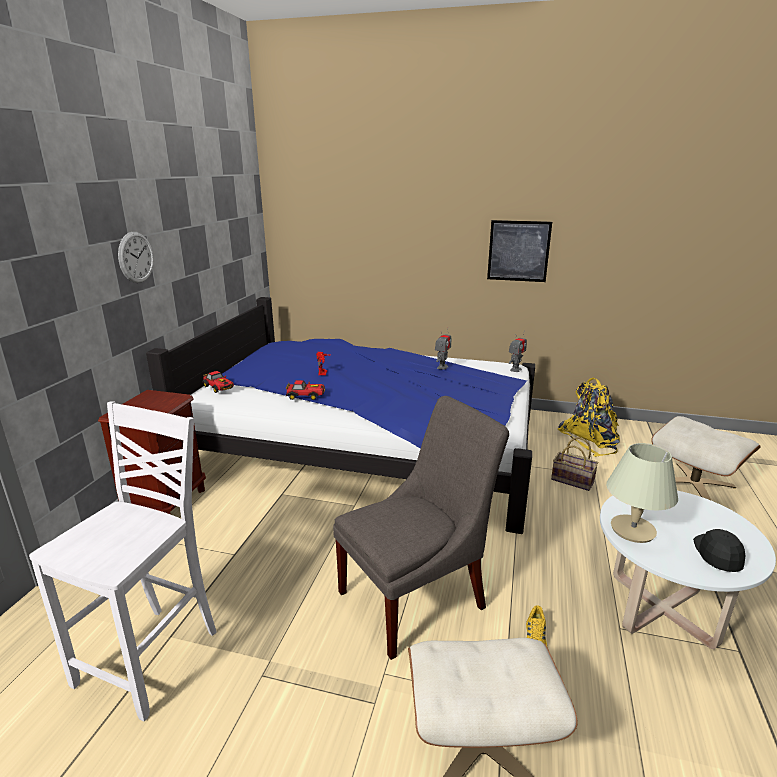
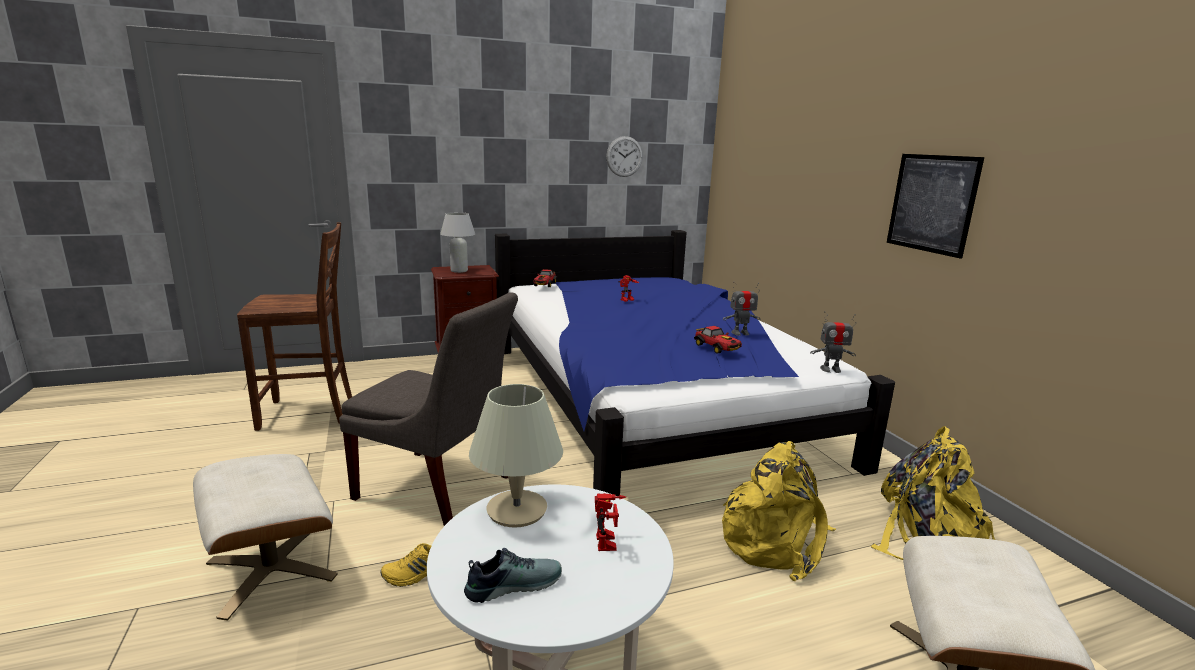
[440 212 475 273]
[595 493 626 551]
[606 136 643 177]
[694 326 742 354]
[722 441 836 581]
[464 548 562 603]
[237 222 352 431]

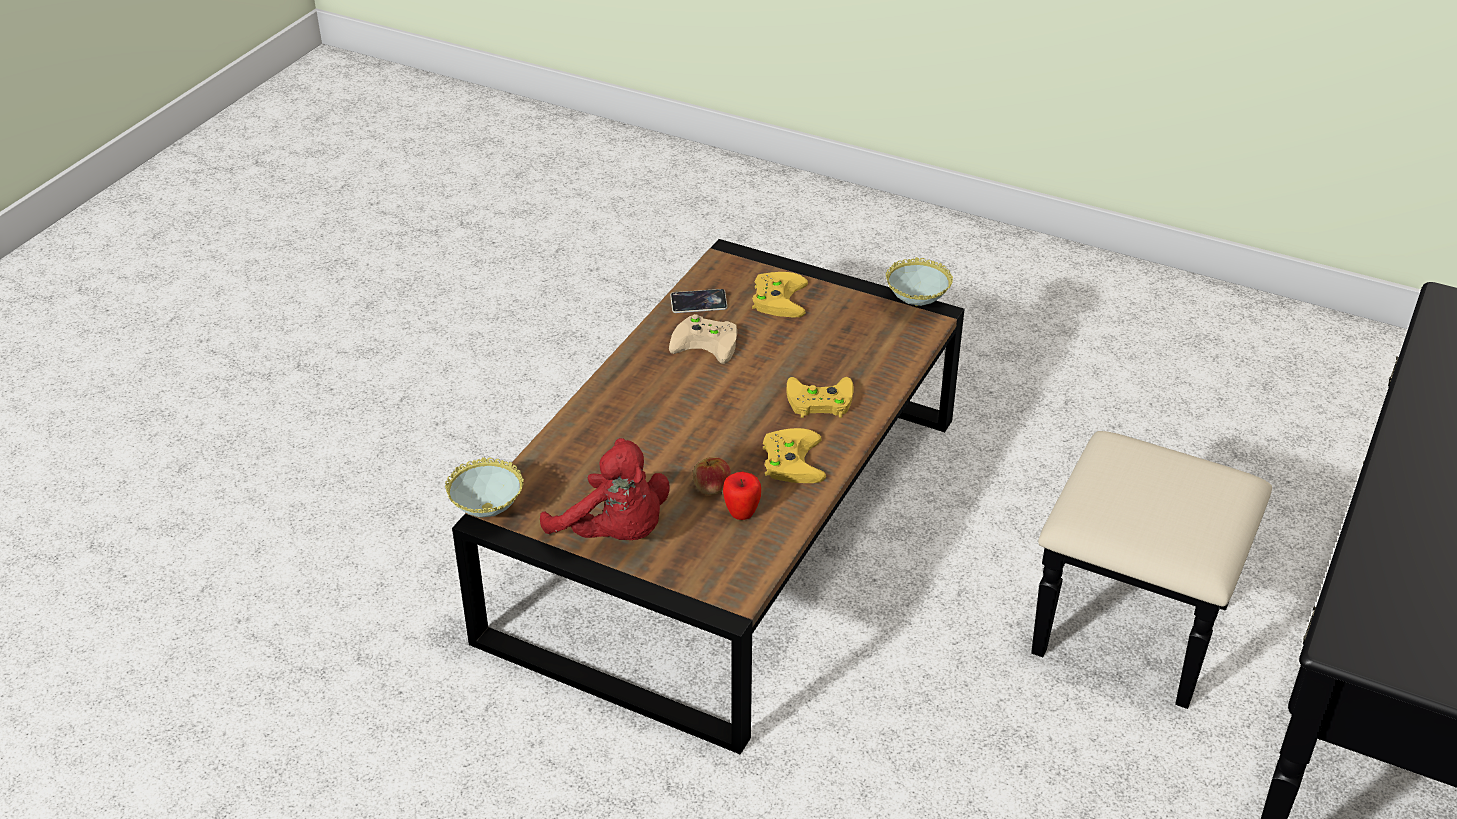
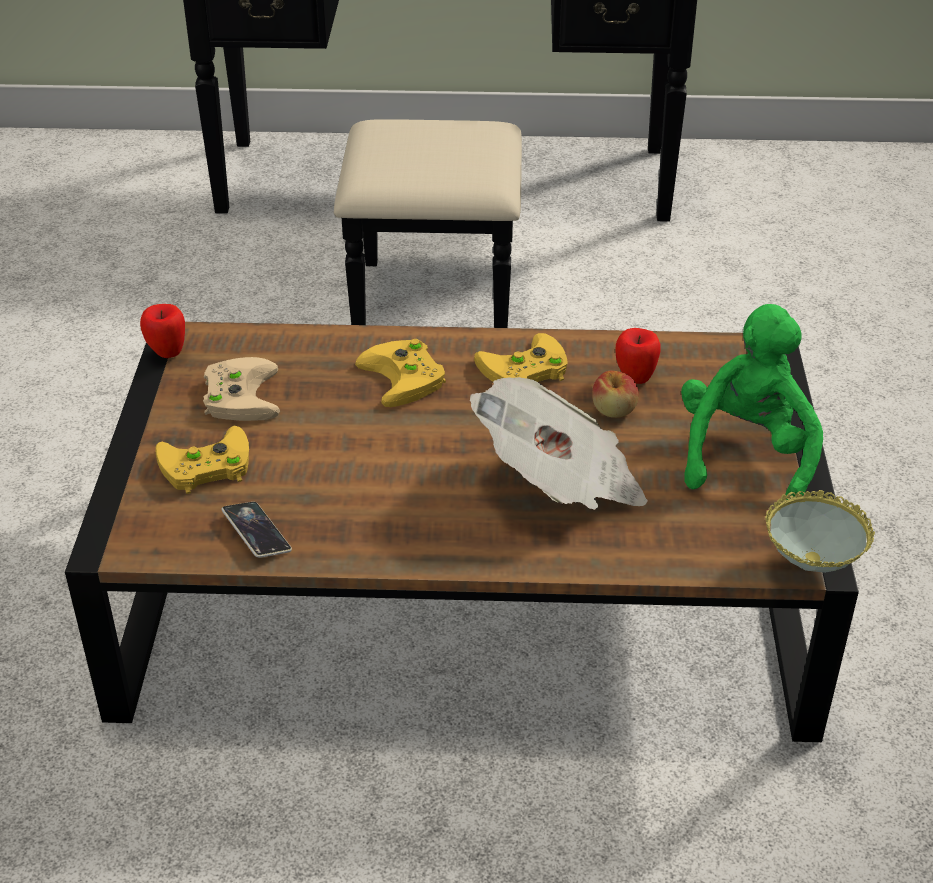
[470 377 648 510]
[203 357 280 421]
[140 304 185 358]
[681 304 823 501]

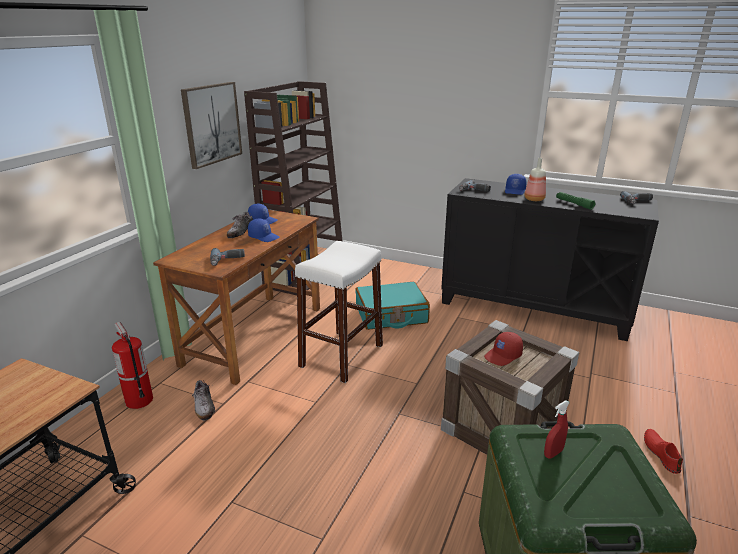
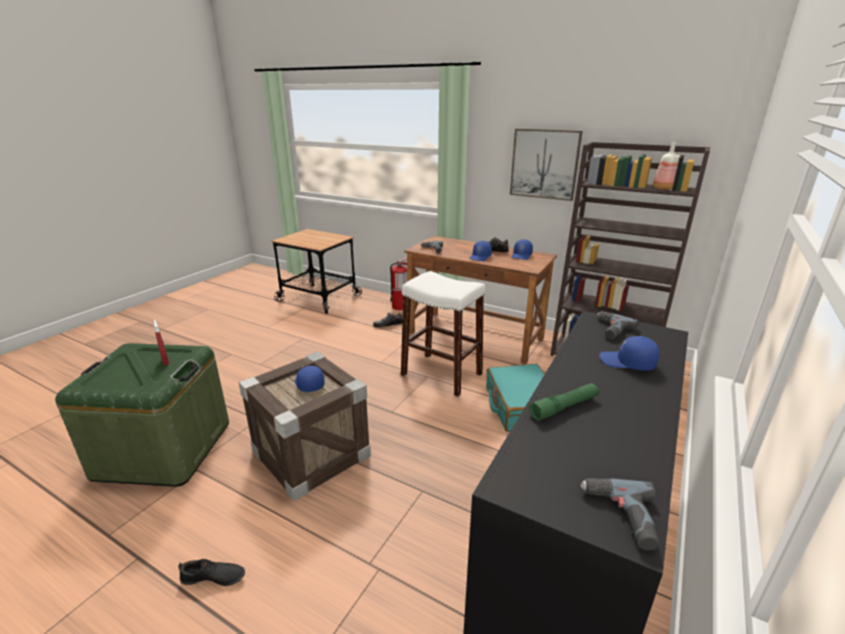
[653 142 679 190]
[295 366 325 392]
[178 559 245 586]

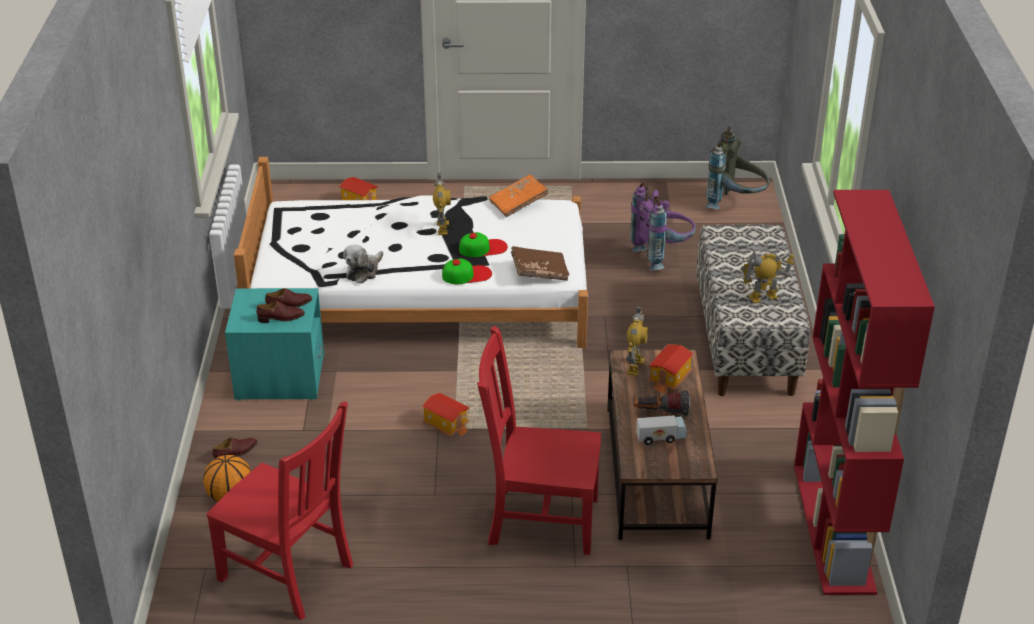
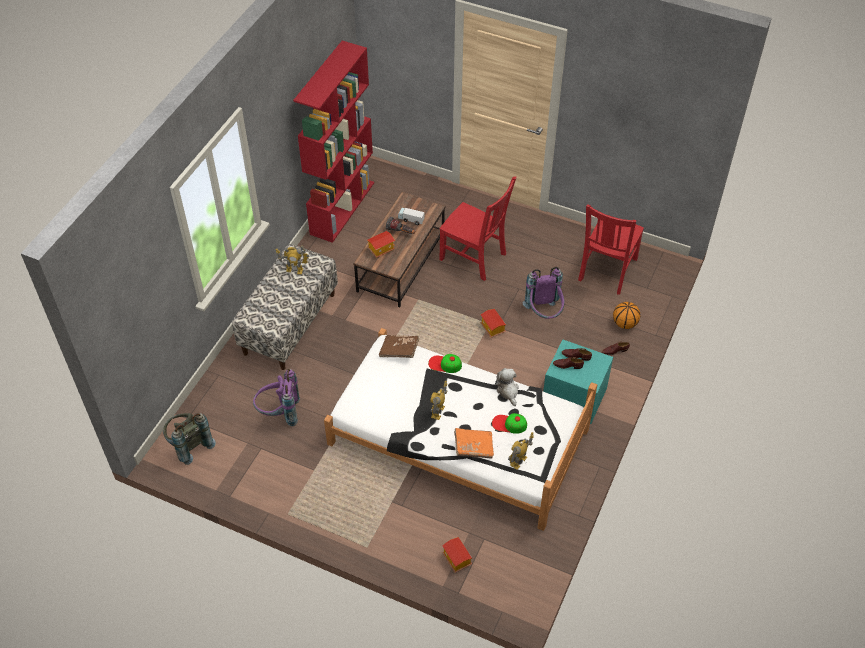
[523 267 565 319]
[492 413 527 434]
[454 428 494 458]
[508 432 534 470]
[578 204 644 295]
[495 368 519 406]

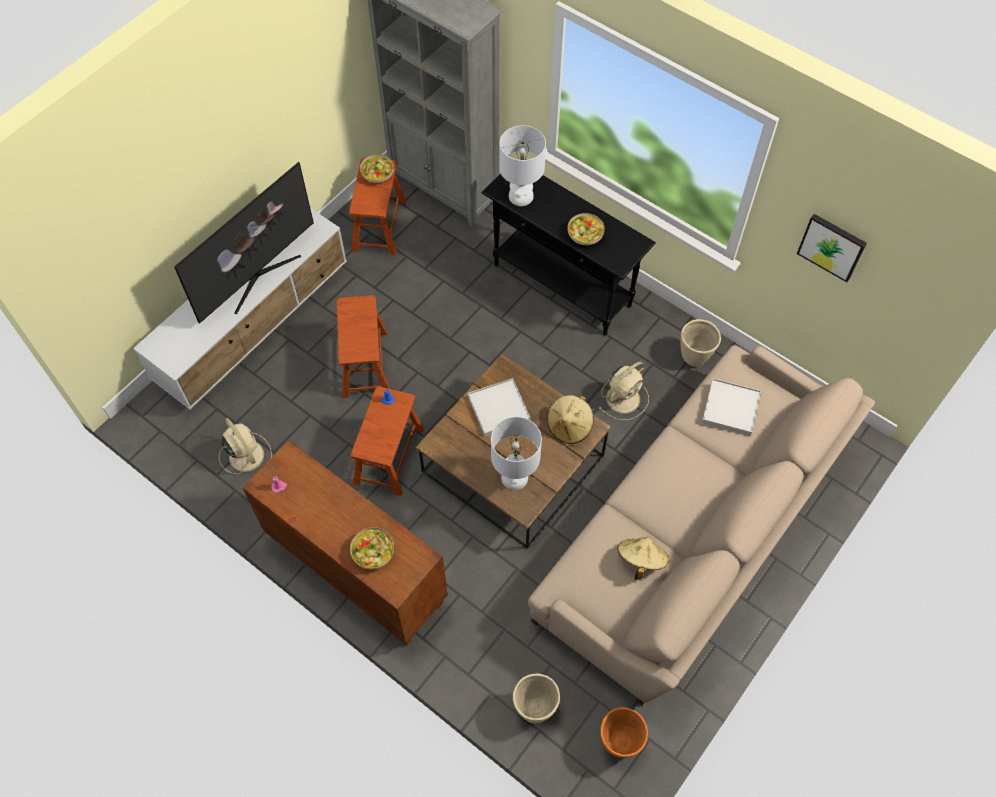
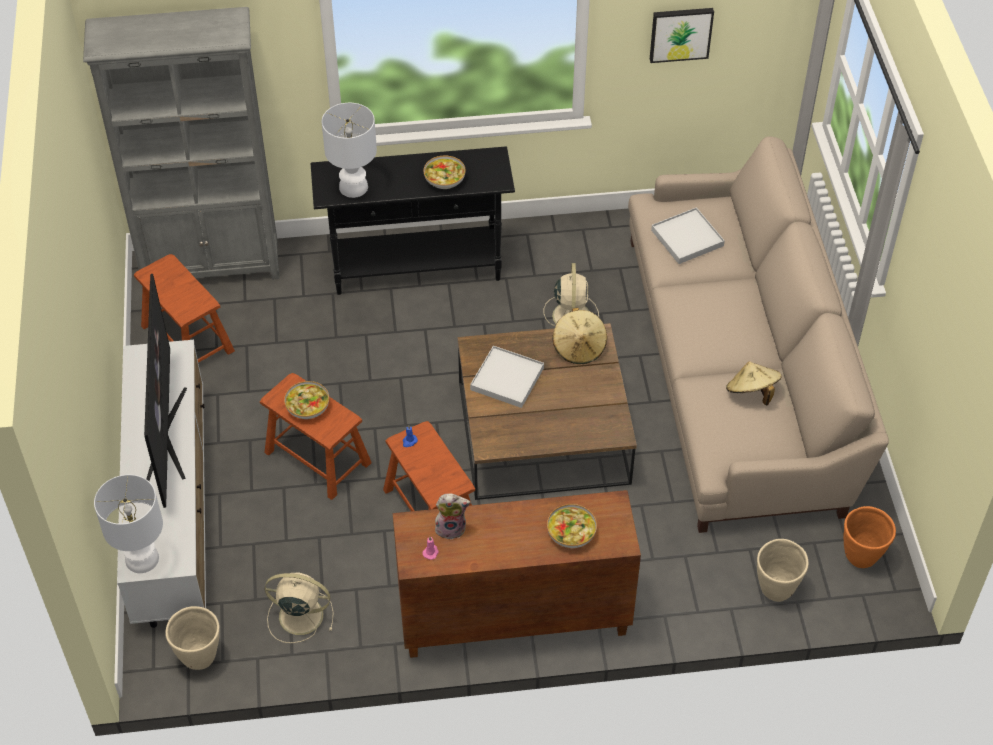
[435 494 471 540]
[284 381 329 419]
[94 474 163 573]
[165 606 220 670]

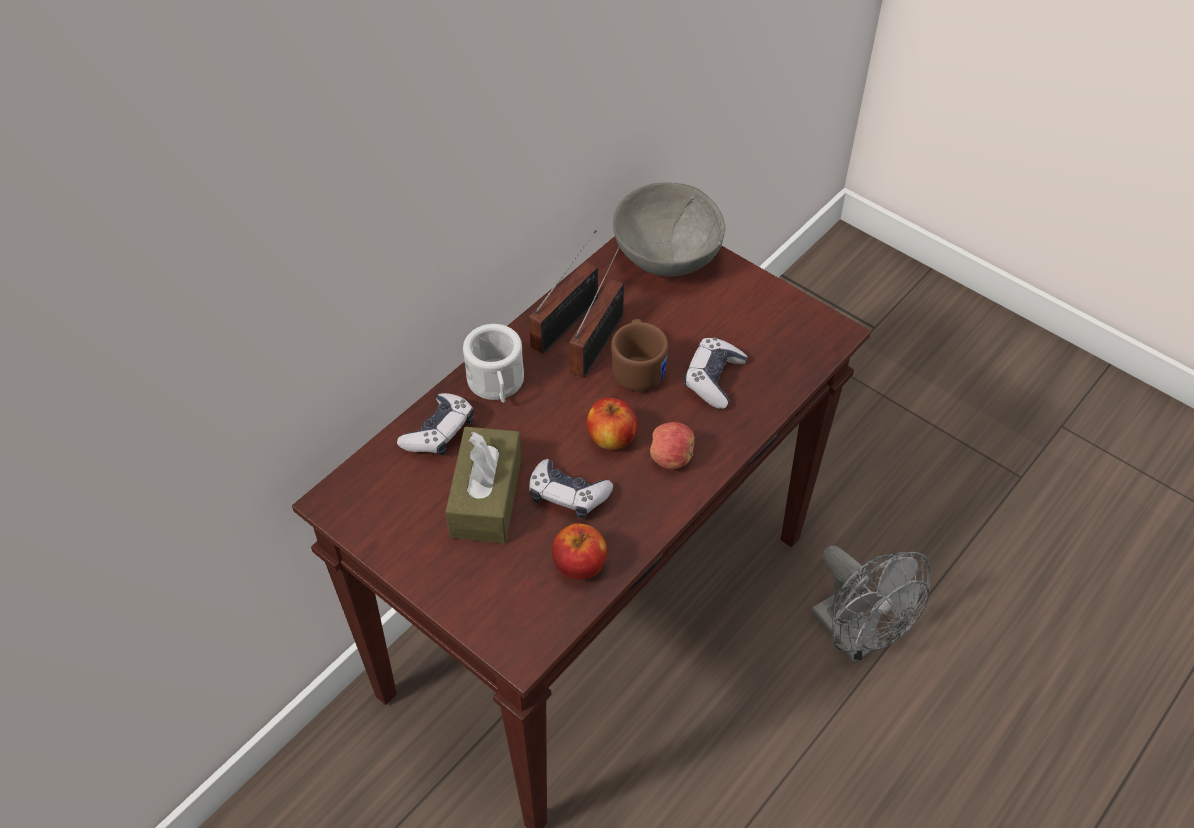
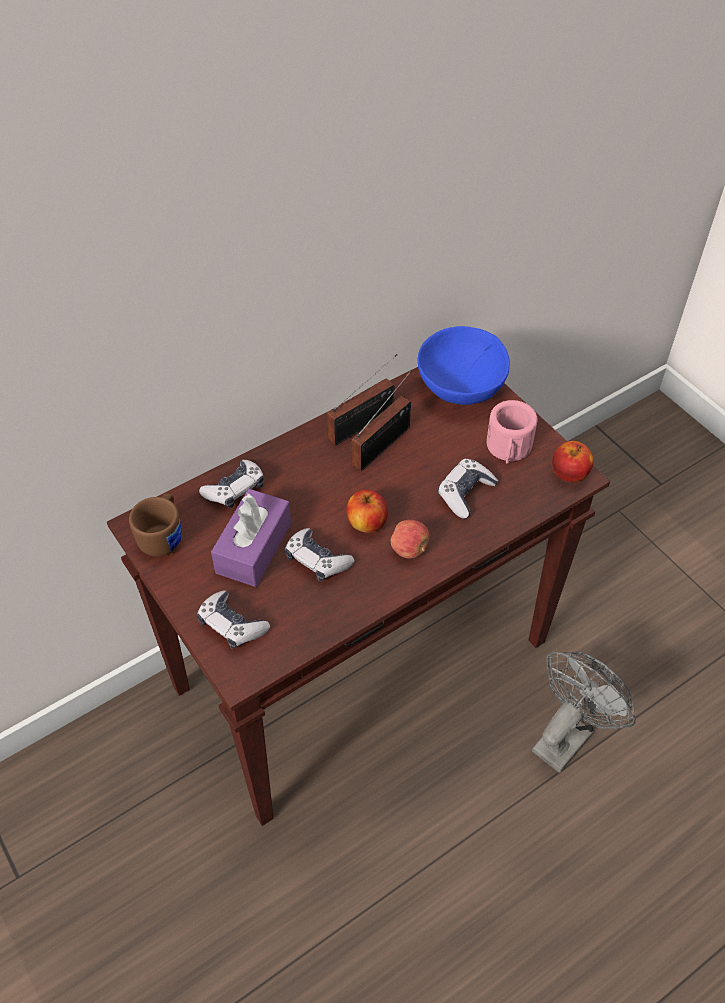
[463 324 524 403] (first image)
[197 590 270 649]
[487 400 537 464]
[552 441 594 483]
[129 494 182 557]
[211 489 291 587]
[418 326 510 405]
[532 652 636 773]

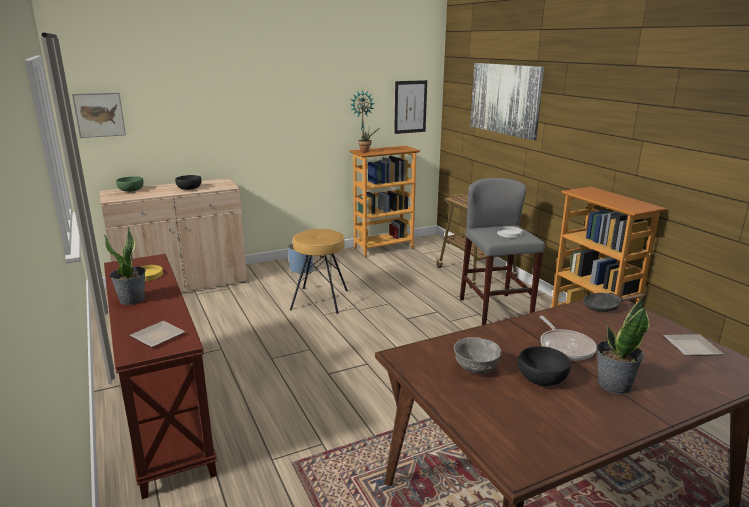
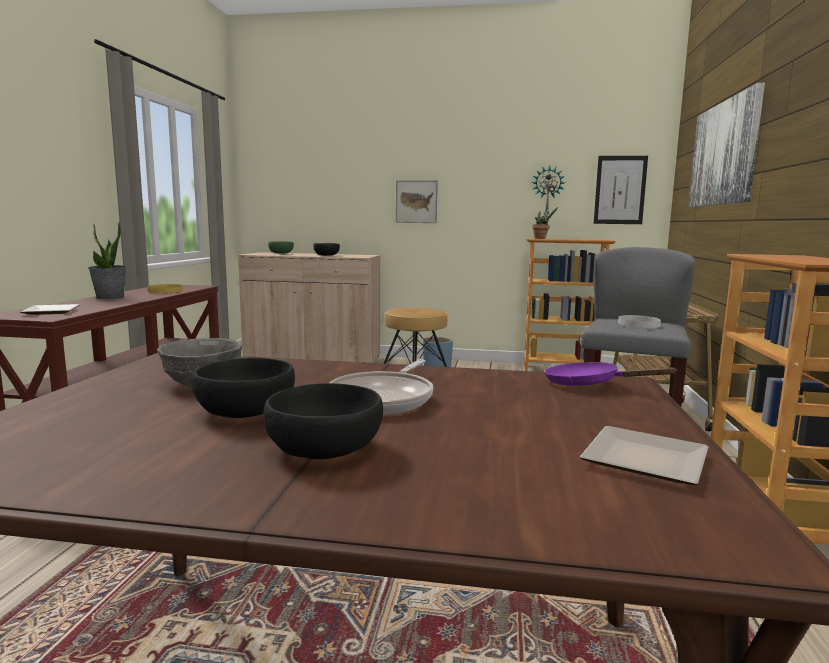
[396 180 438 223]
[263 383 383 459]
[544 362 678 386]

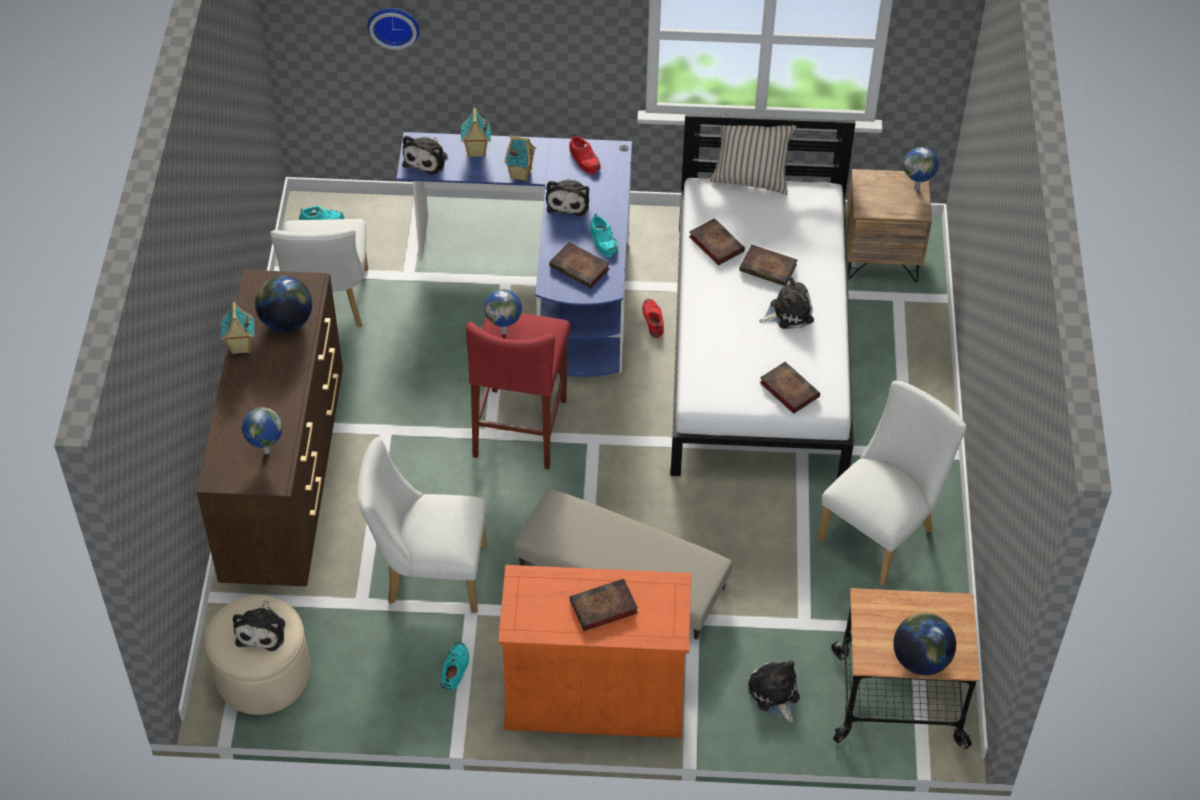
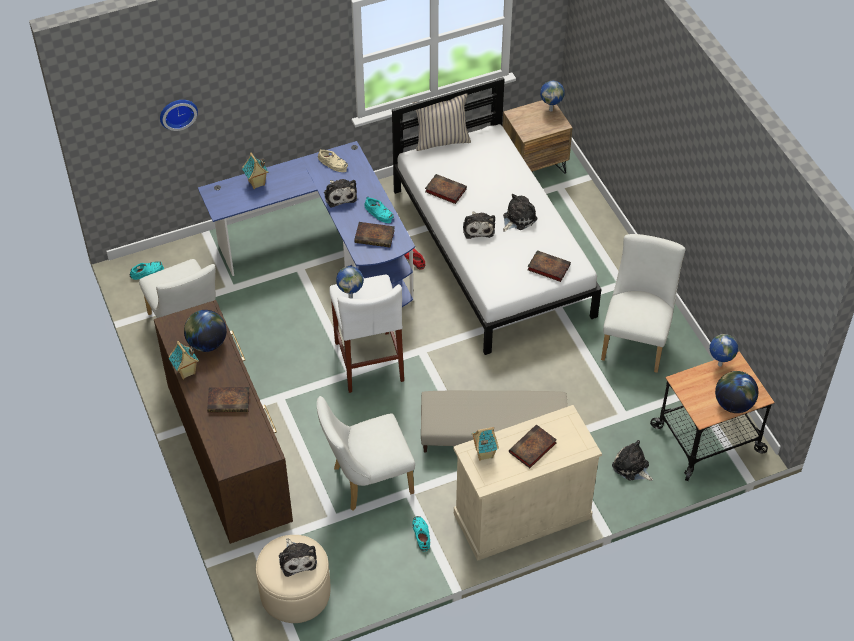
[710 334 738 367]
[463 211 495 239]
[472 427 499 461]
[207 387 250 413]
[329 275 404 393]
[453 405 602 561]
[318 149 348 172]

